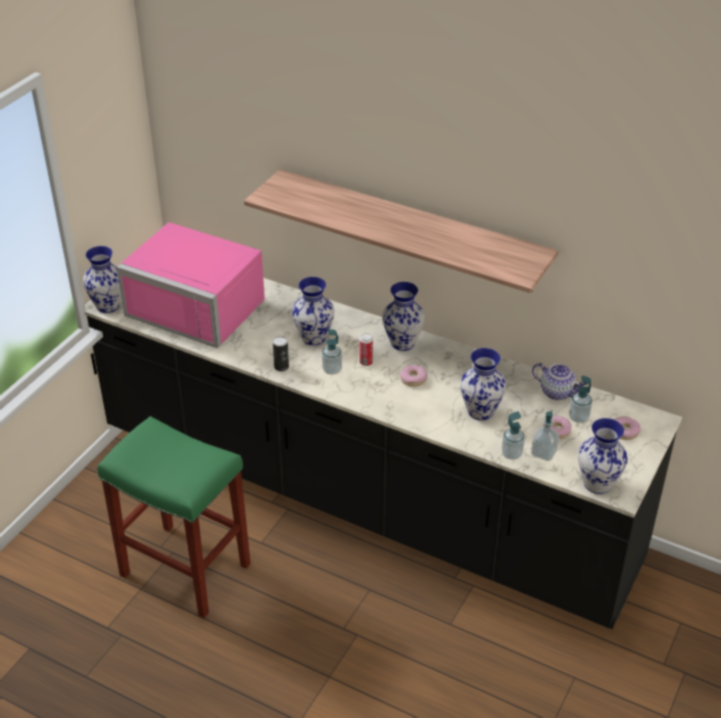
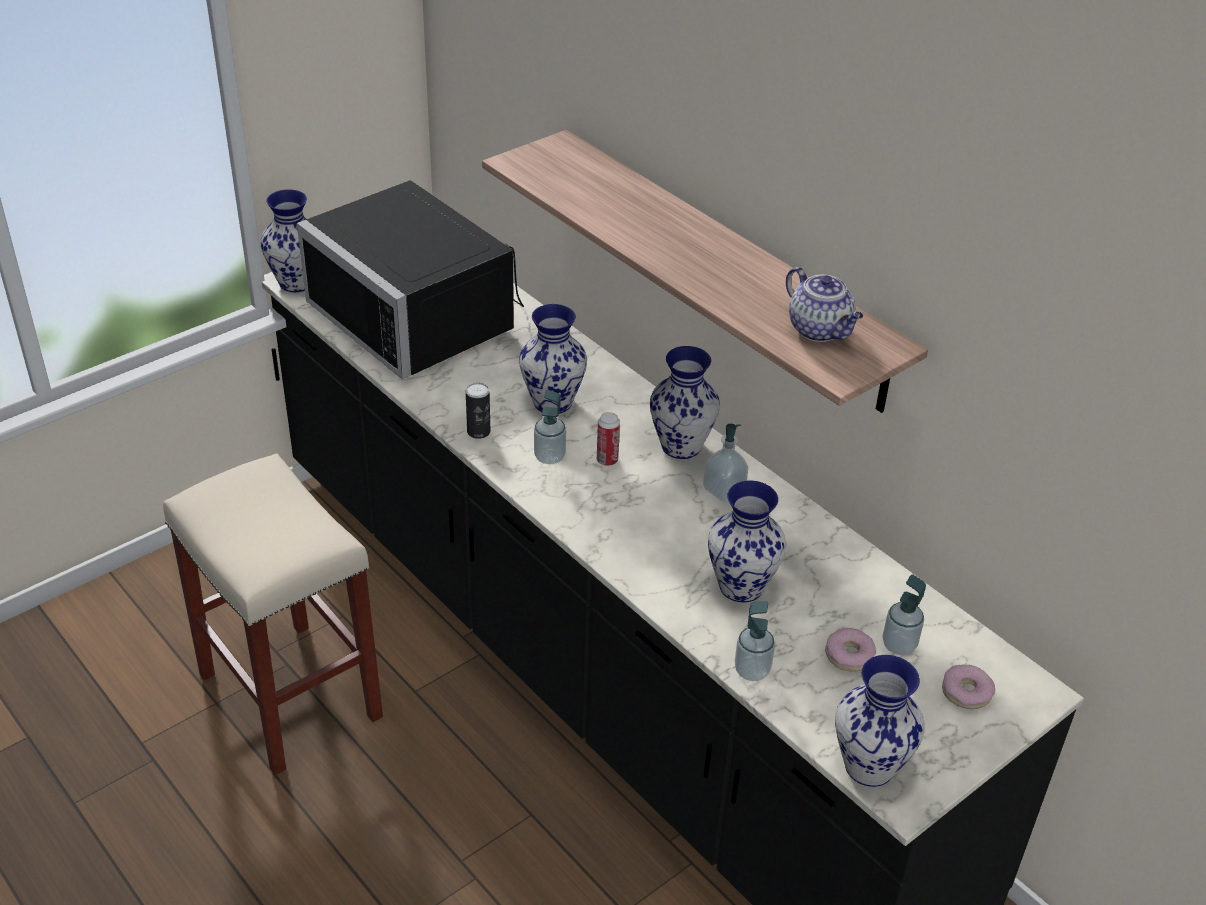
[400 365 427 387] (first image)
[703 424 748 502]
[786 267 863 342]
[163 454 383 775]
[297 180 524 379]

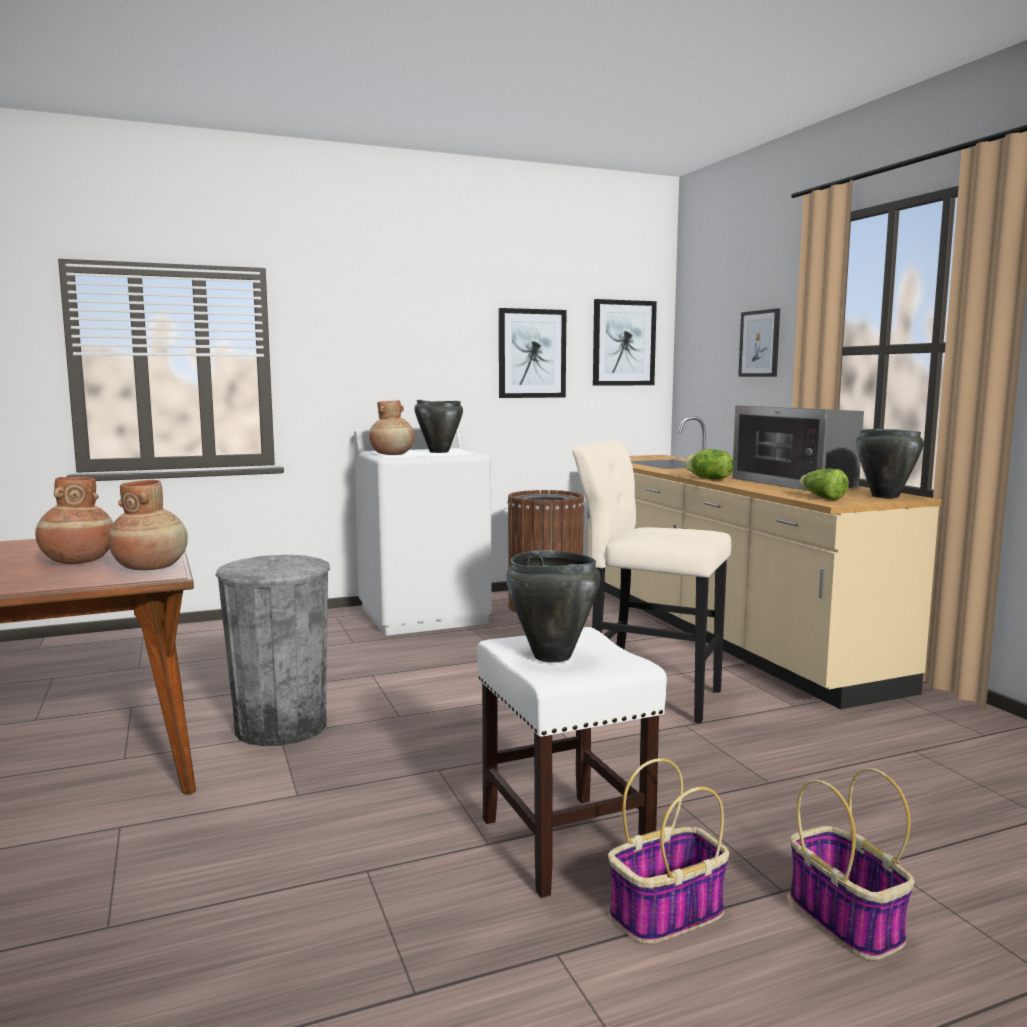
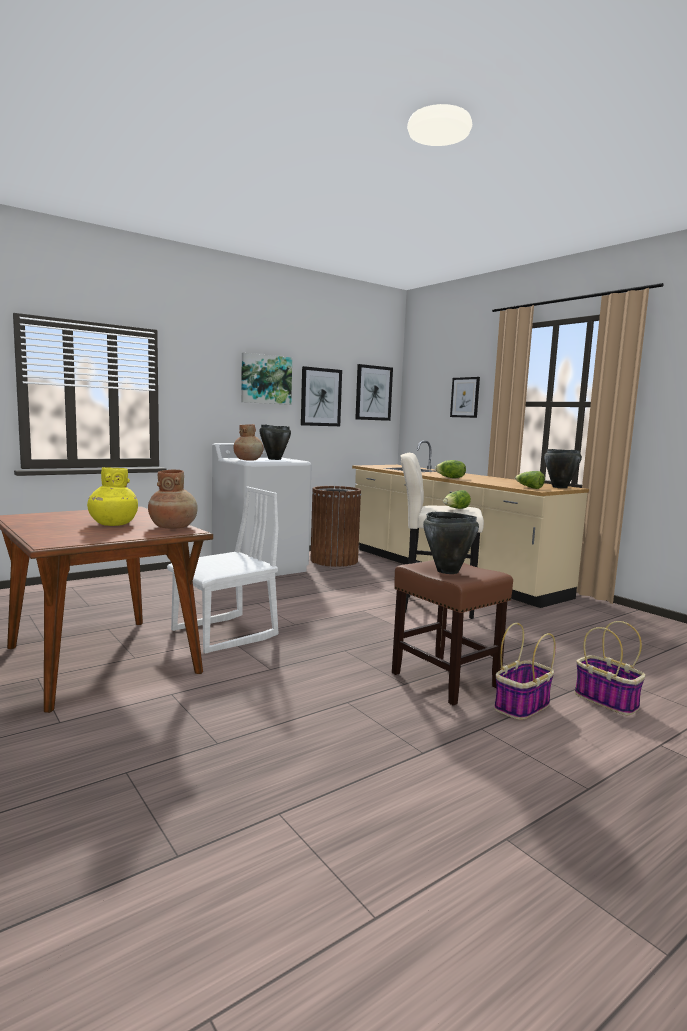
[732 405 864 491] (first image)
[241 352 292 405]
[443 490 471 509]
[167 487 279 654]
[87 467 138 526]
[392 560 513 706]

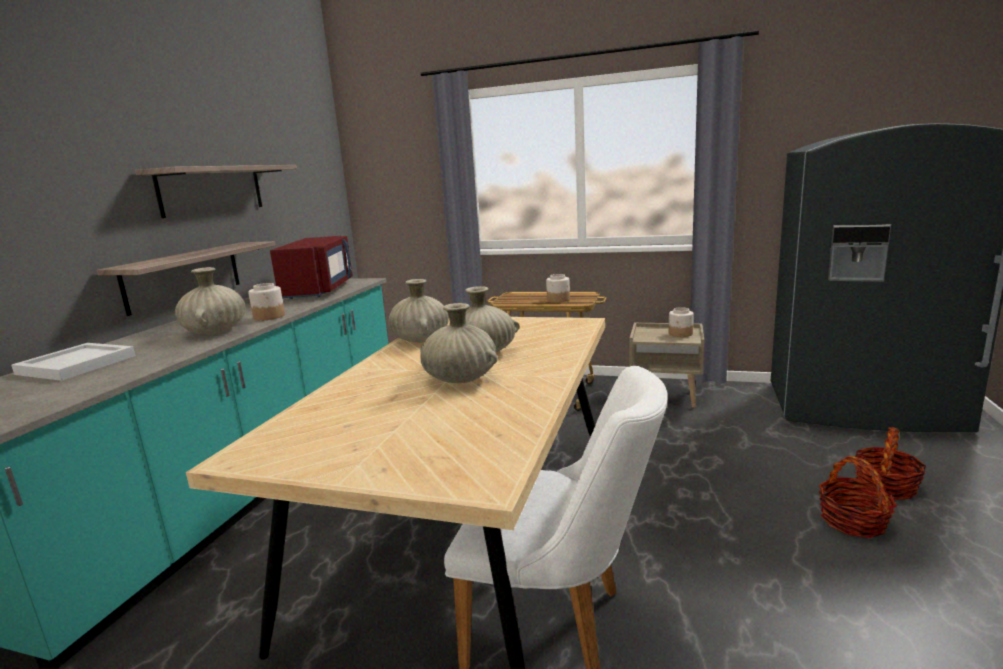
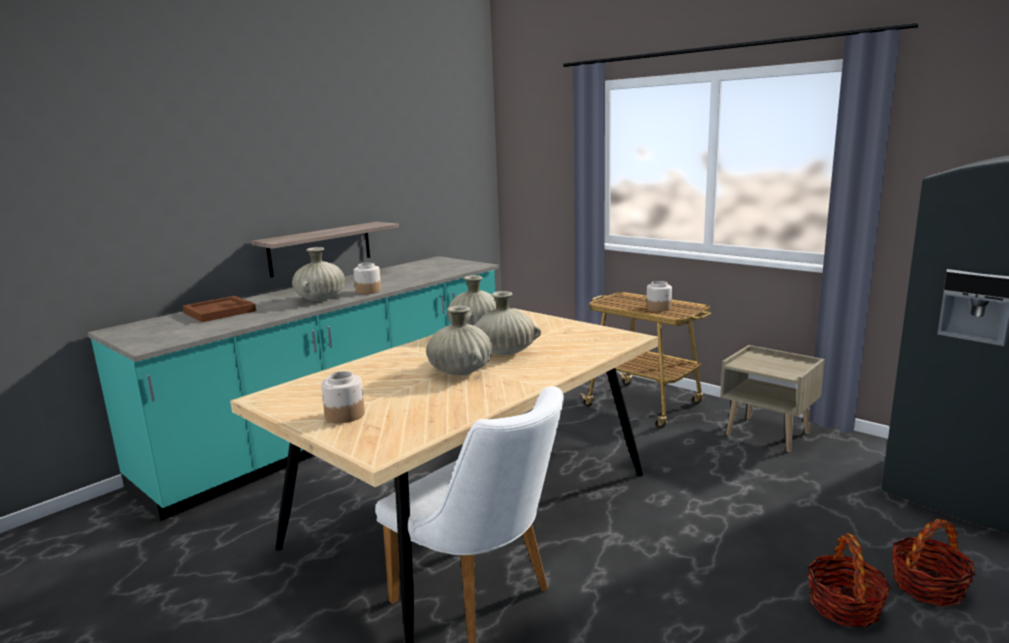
[135 165 297 218] (first image)
[270 236 353 299] (first image)
[321 371 365 423]
[183 296 256 322]

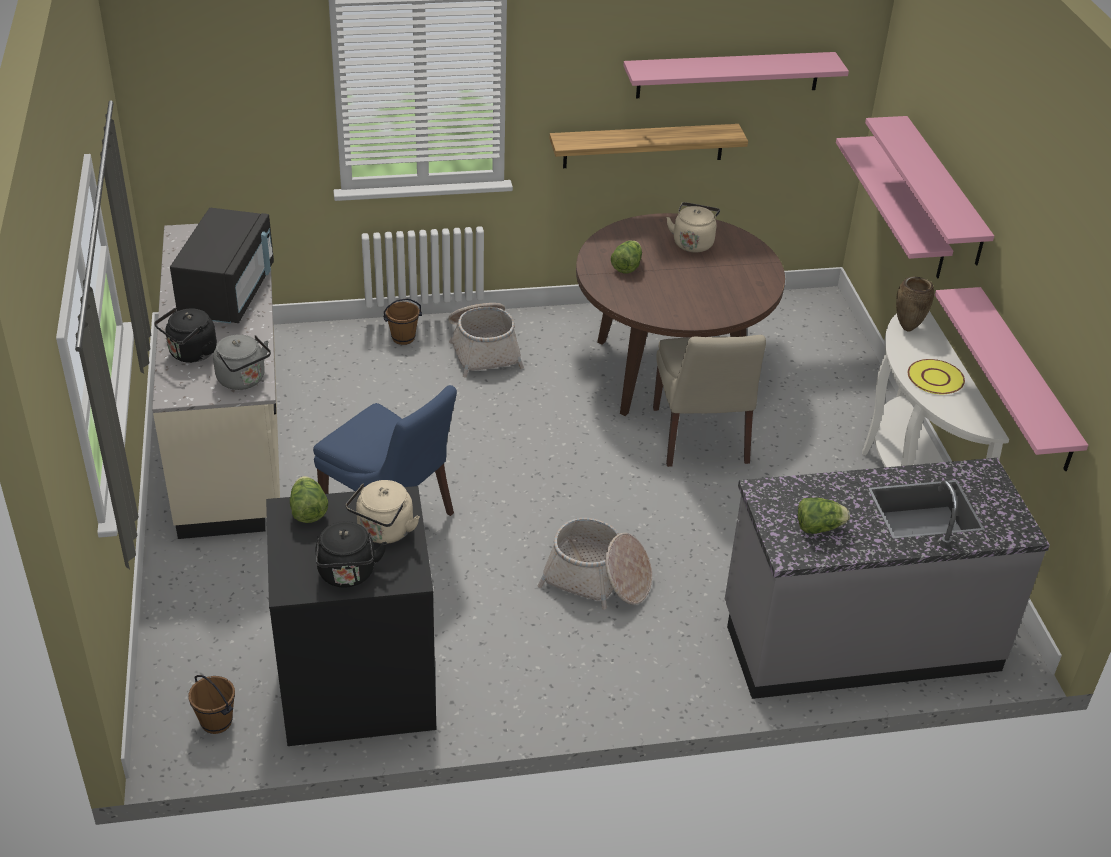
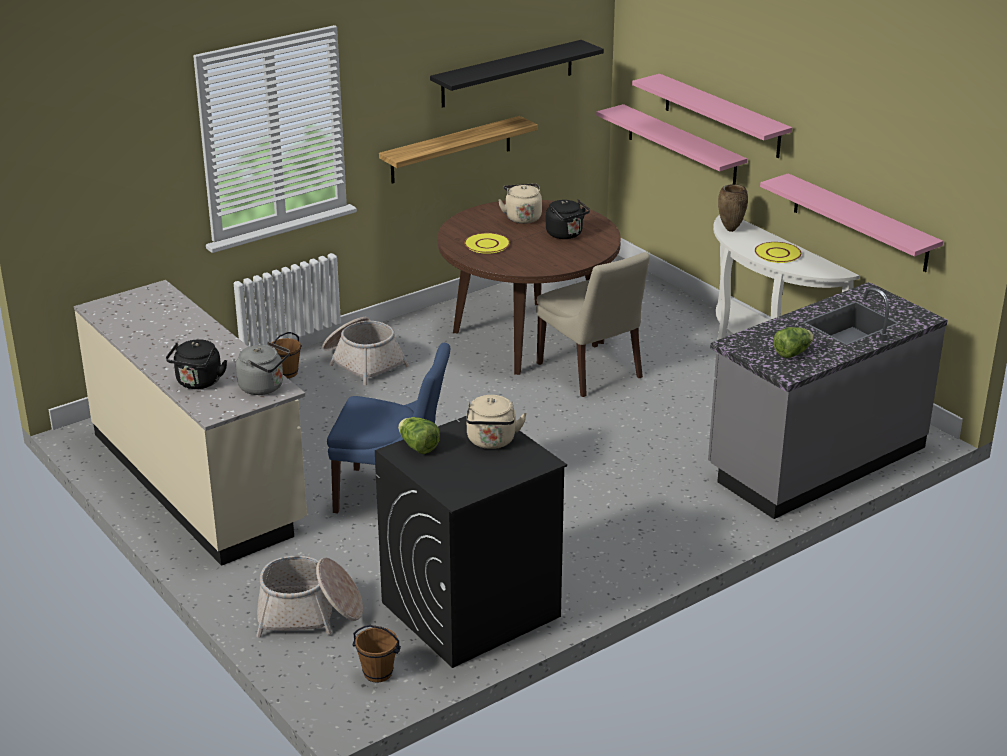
[170 208 274 324] (first image)
[546 199 590 239]
[256 556 363 638]
[464 233 510 254]
[430 40 604 108]

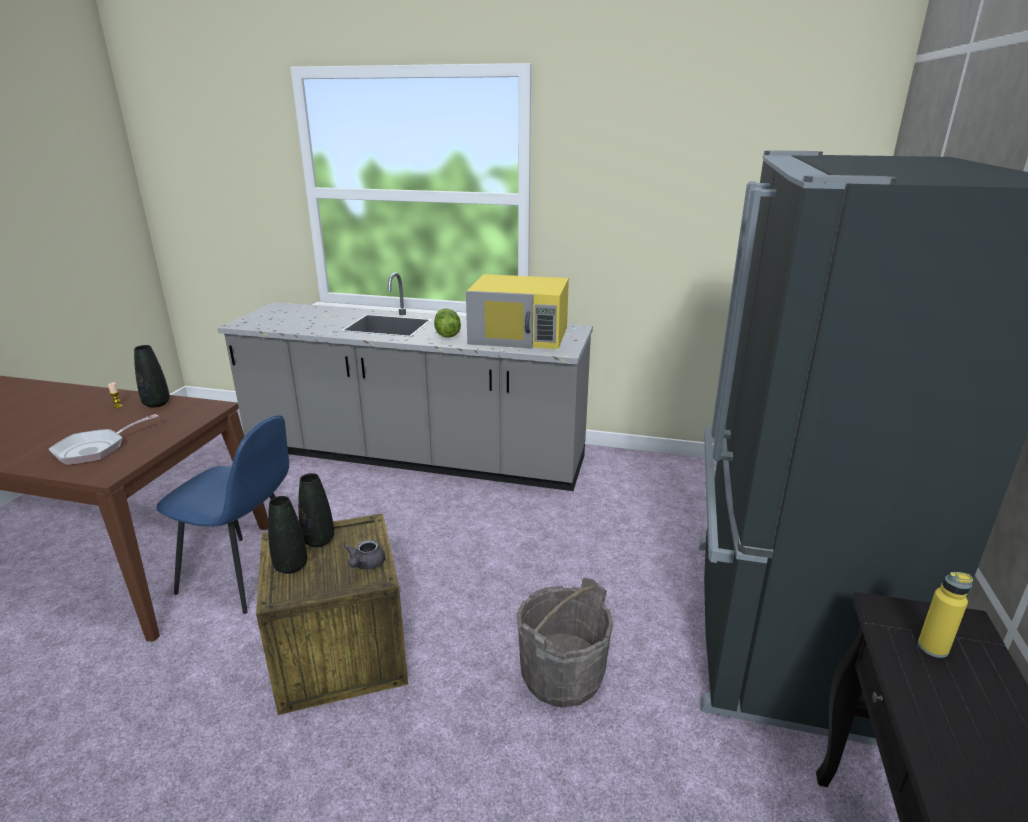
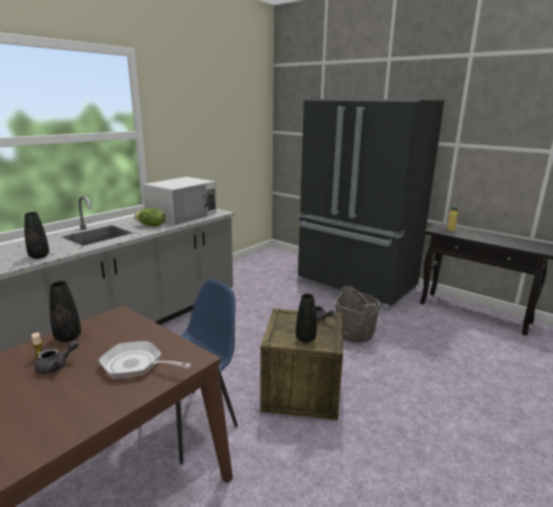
[35 340 79 374]
[24 212 49 259]
[143 177 217 225]
[99 341 191 379]

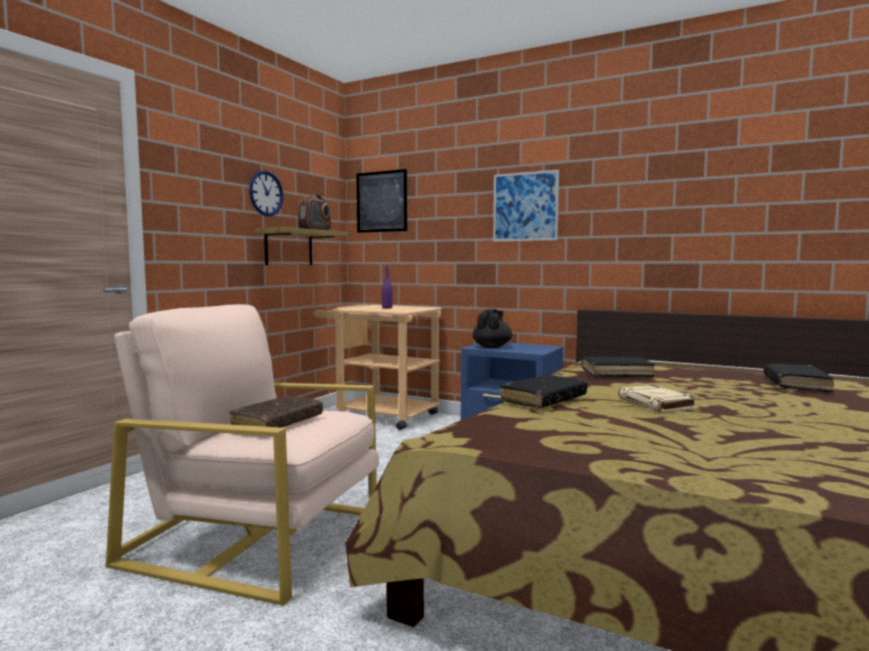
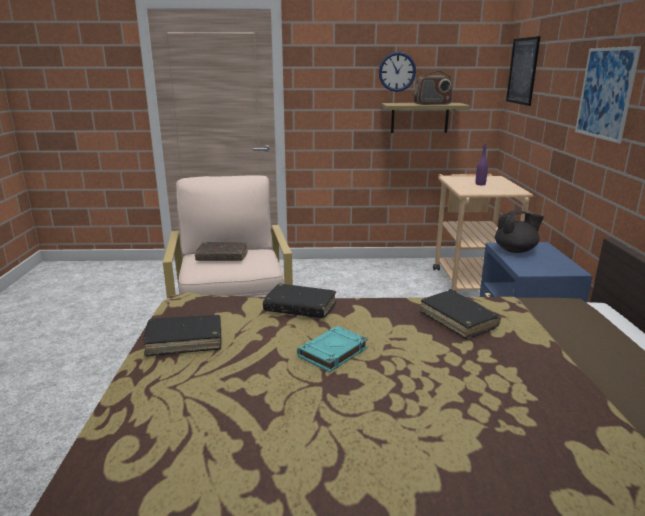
[143 315 221 357]
[297 326 368 372]

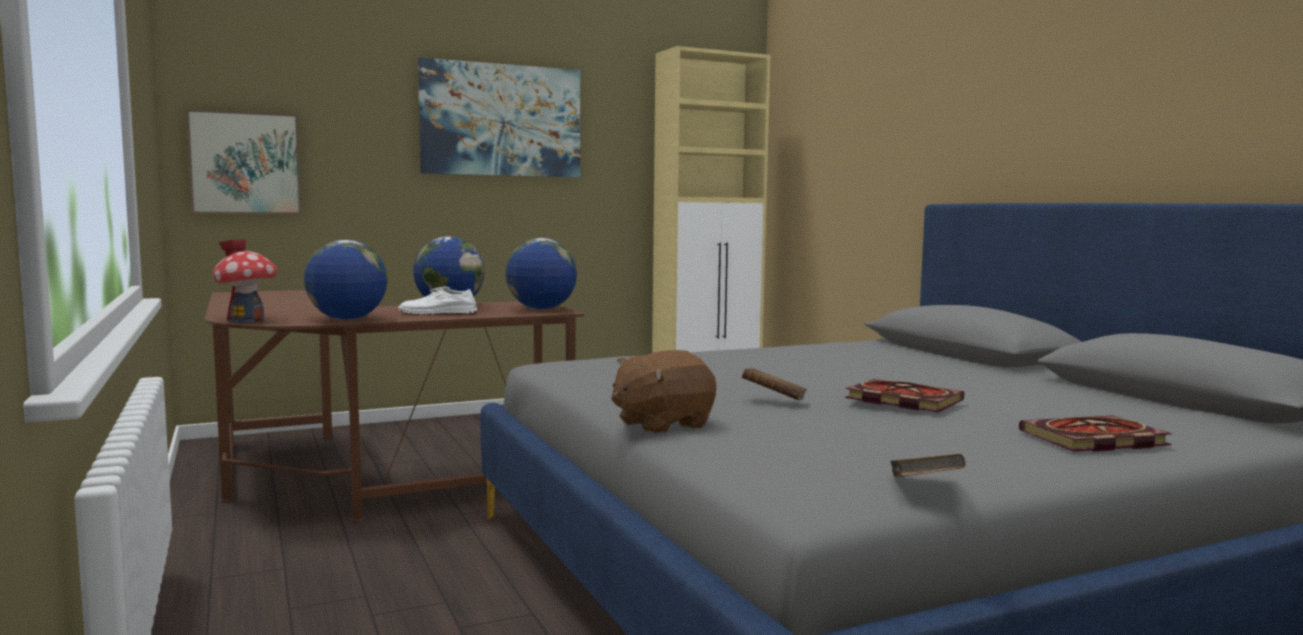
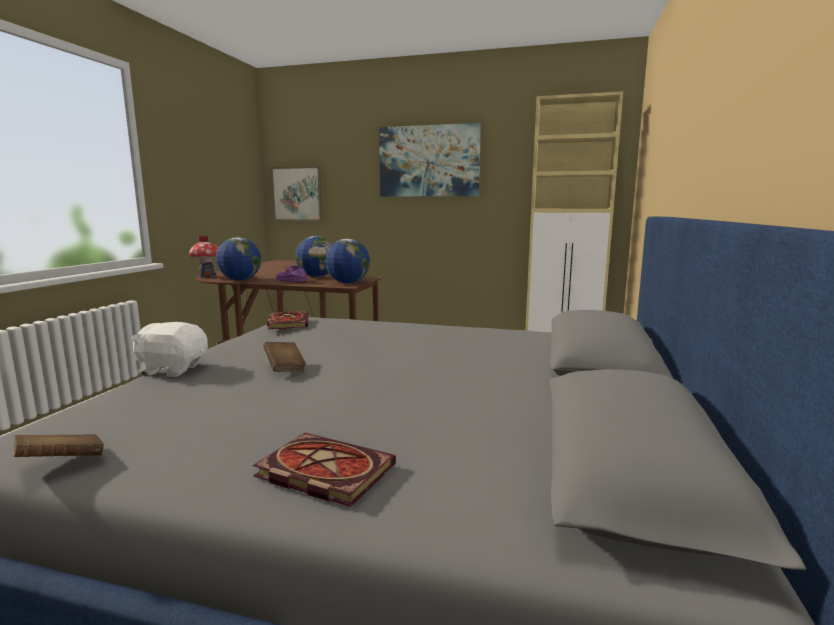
[267 311 308 329]
[276 265 307 283]
[131 322 208 377]

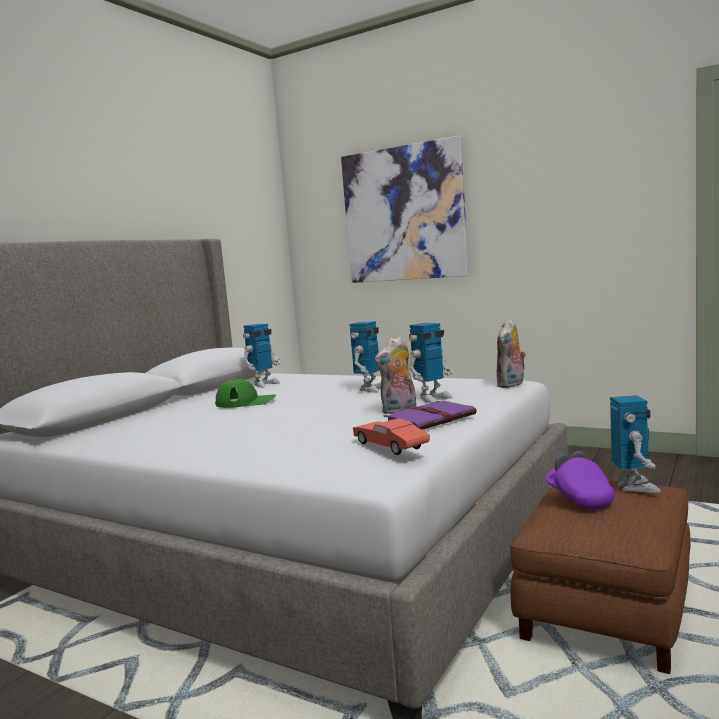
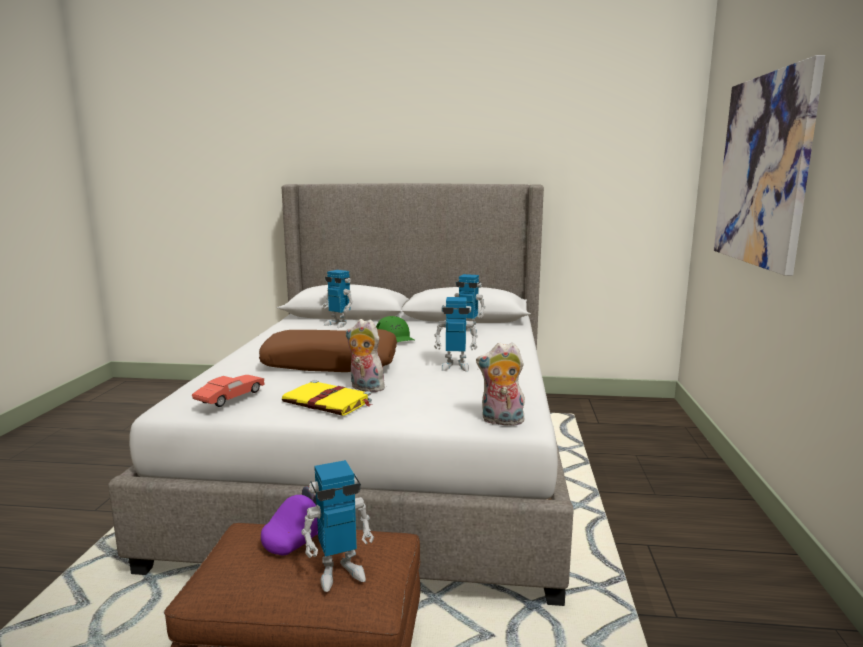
[259 329 397 372]
[322 270 353 328]
[282 380 372 416]

